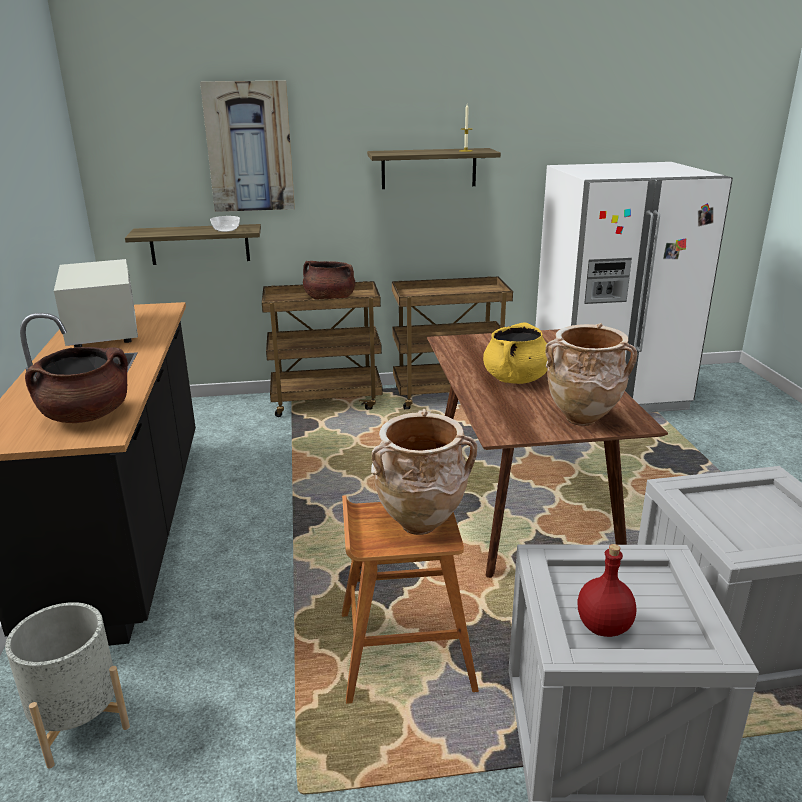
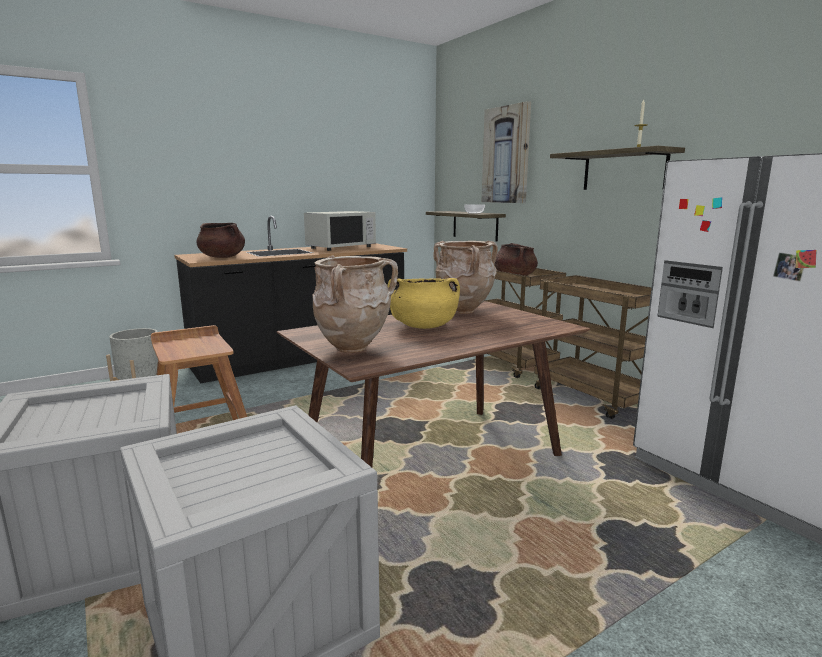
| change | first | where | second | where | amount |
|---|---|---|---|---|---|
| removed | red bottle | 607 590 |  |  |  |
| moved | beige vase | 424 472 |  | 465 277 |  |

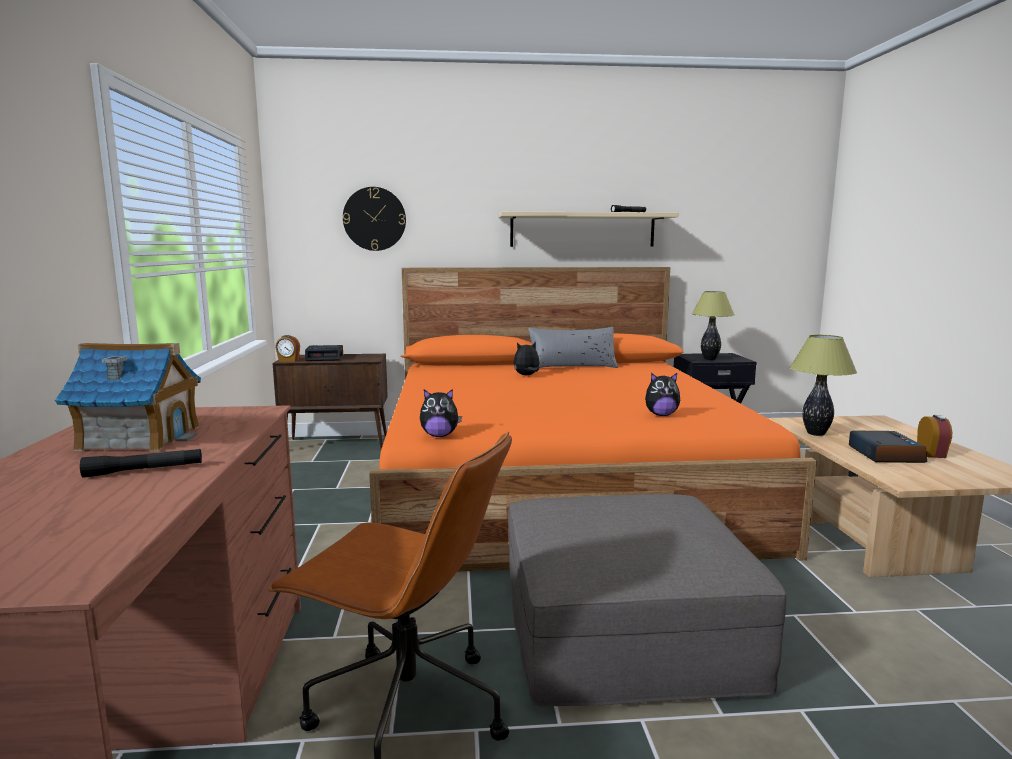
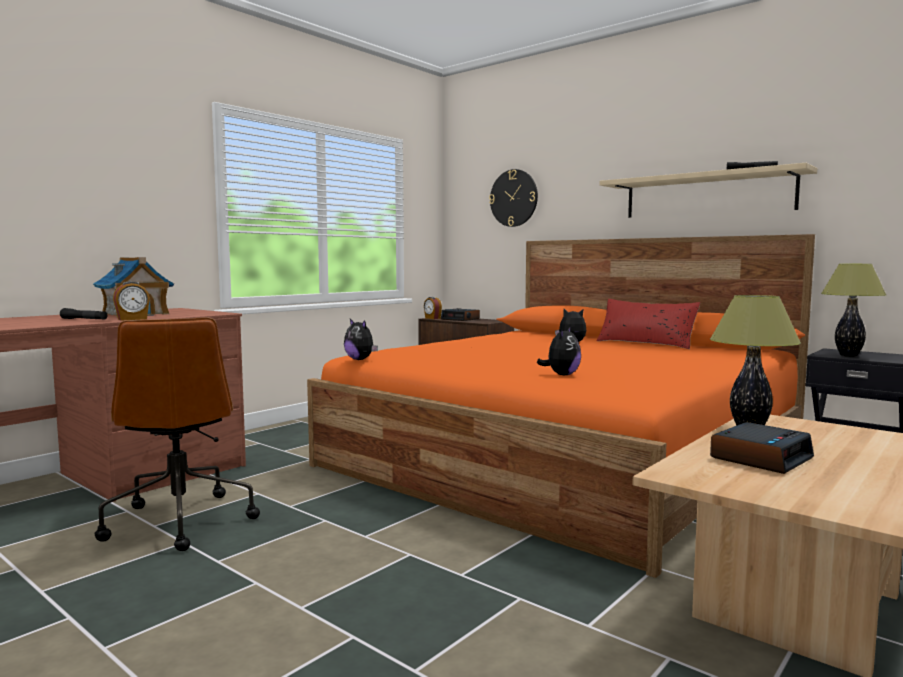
| change | first | where | second | where | amount |
|---|---|---|---|---|---|
| removed | grey ottoman | 648 600 |  |  |  |
| moved | alarm clock | 934 436 |  | 131 301 |  |
| recoloured | grey pillow | 573 347 | red pillow | 648 324 |  |
| turned | plush toy | 662 394 |  | 559 351 | 105 degrees counterclockwise |

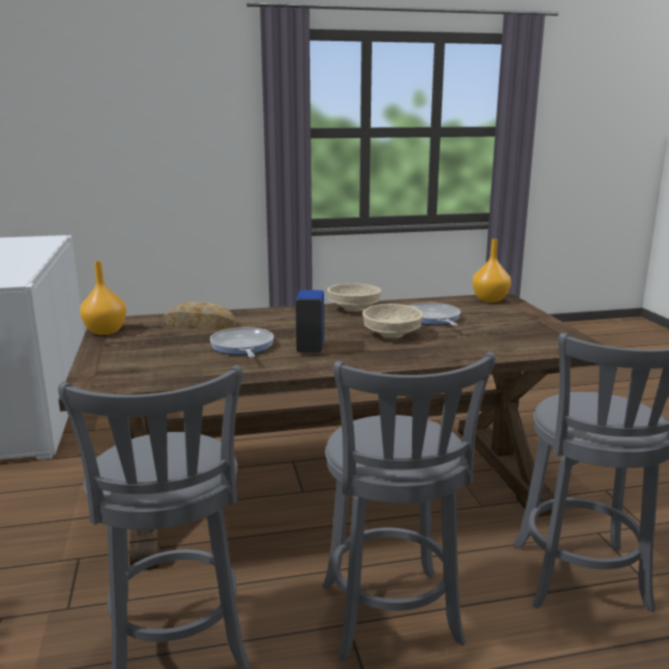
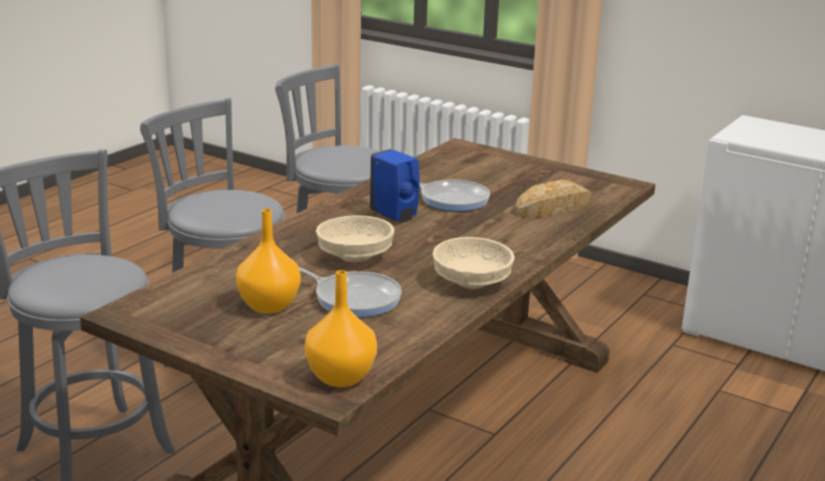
| change | first | where | second | where | amount |
|---|---|---|---|---|---|
| moved | orange vase | 103 298 |  | 268 261 |  |

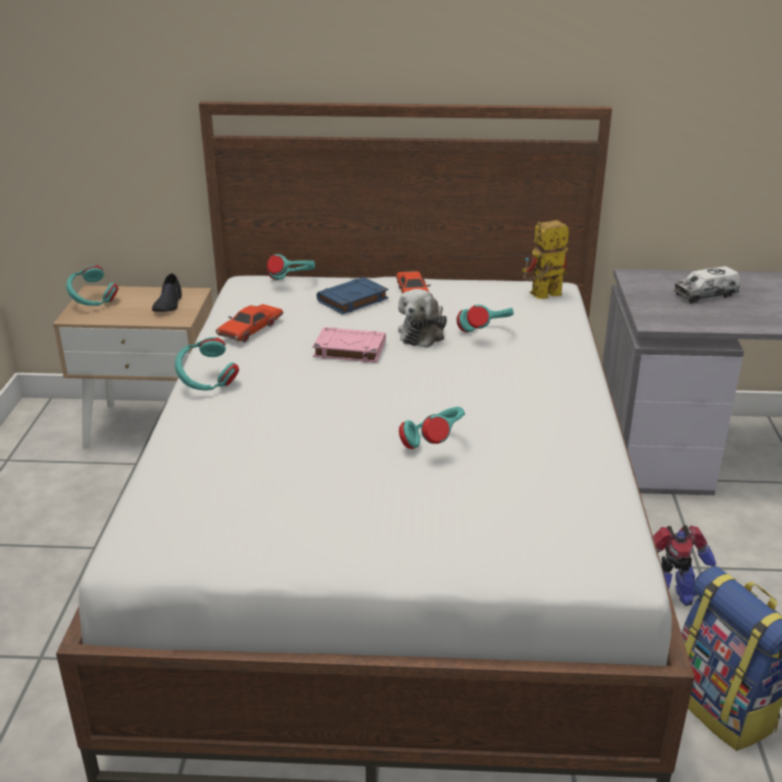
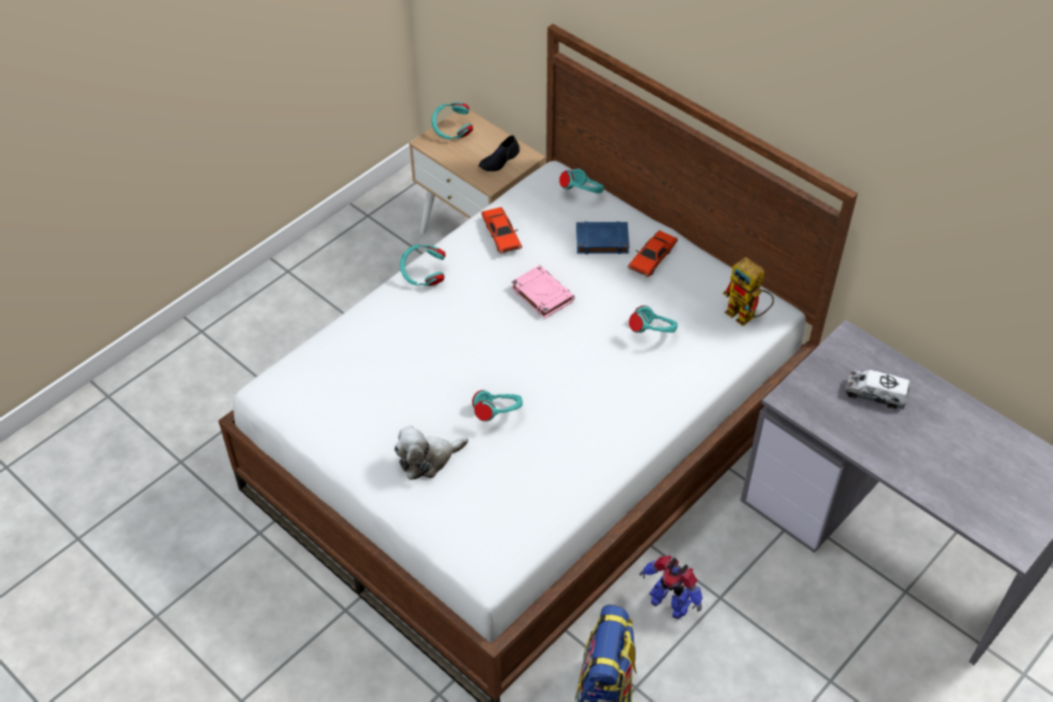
| change | first | where | second | where | amount |
|---|---|---|---|---|---|
| moved | plush toy | 422 318 |  | 431 452 |  |
| turned | red toy car | 249 323 |  | 501 230 | 90 degrees counterclockwise |
| turned | toy robot | 545 259 |  | 748 291 | 150 degrees counterclockwise |

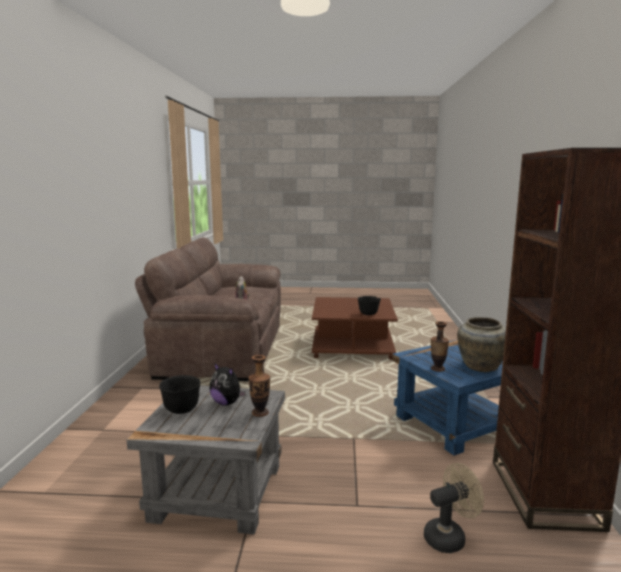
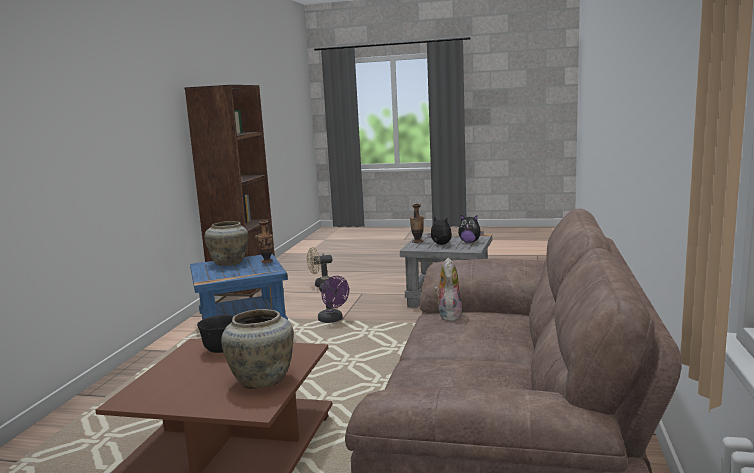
| change | first | where | second | where | amount |
|---|---|---|---|---|---|
| added |  |  | beige vase | 257 349 |  |
| added |  |  | purple fan | 333 299 |  |
| replaced | black bowl | 179 394 | plush toy | 471 229 |  |

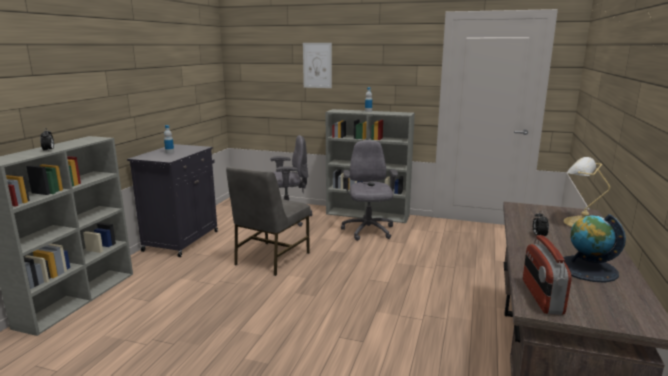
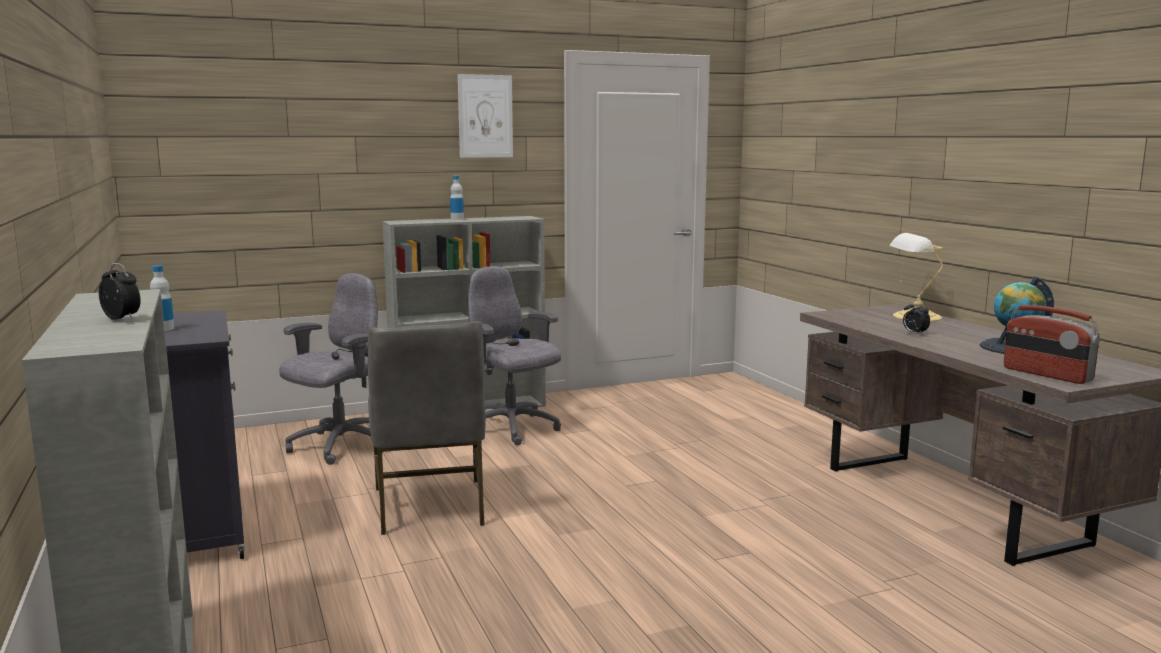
| change | first | where | second | where | amount |
|---|---|---|---|---|---|
| moved | picture | 317 65 |  | 485 116 |  |

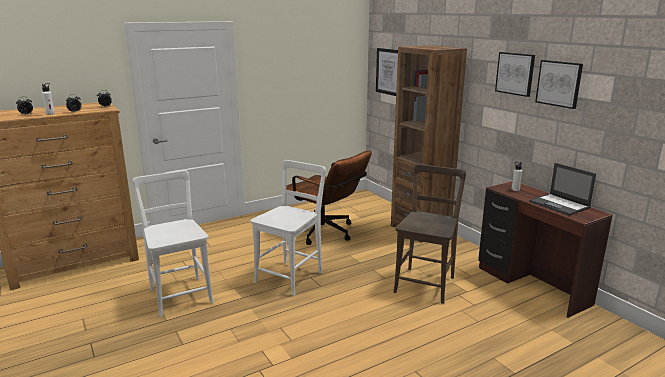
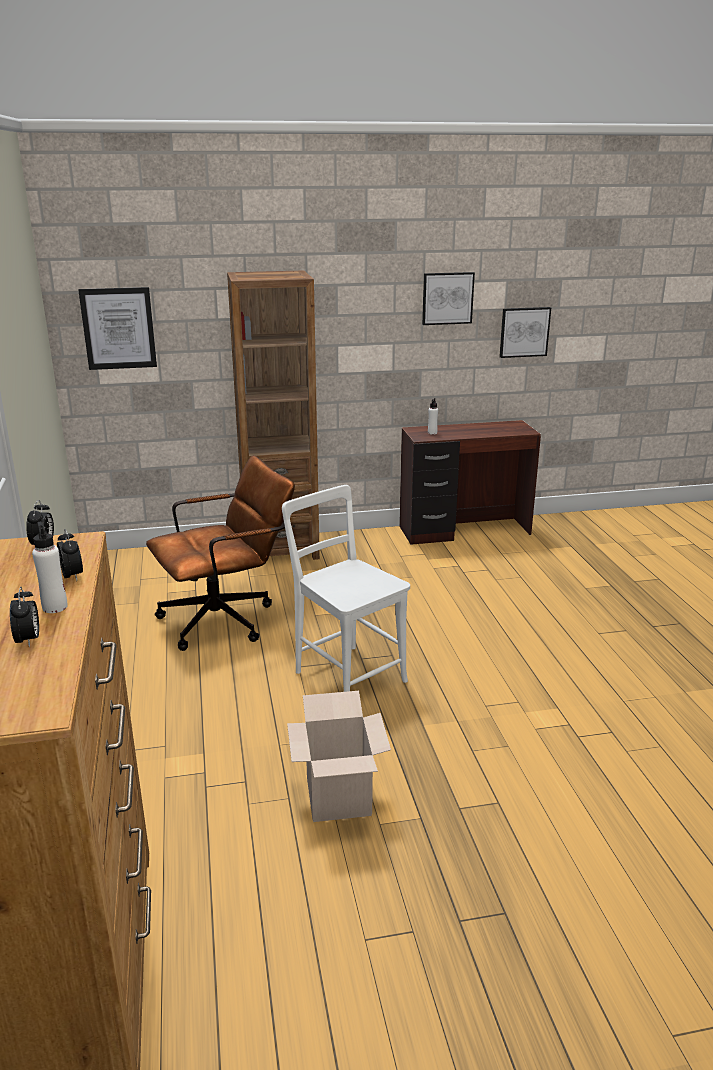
| change | first | where | second | where | amount |
|---|---|---|---|---|---|
| removed | brown chair | 429 234 |  |  |  |
| removed | laptop | 563 189 |  |  |  |
| moved | picture | 515 74 |  | 525 332 |  |
| replaced | white chair | 173 243 | cardboard box | 339 756 |  |

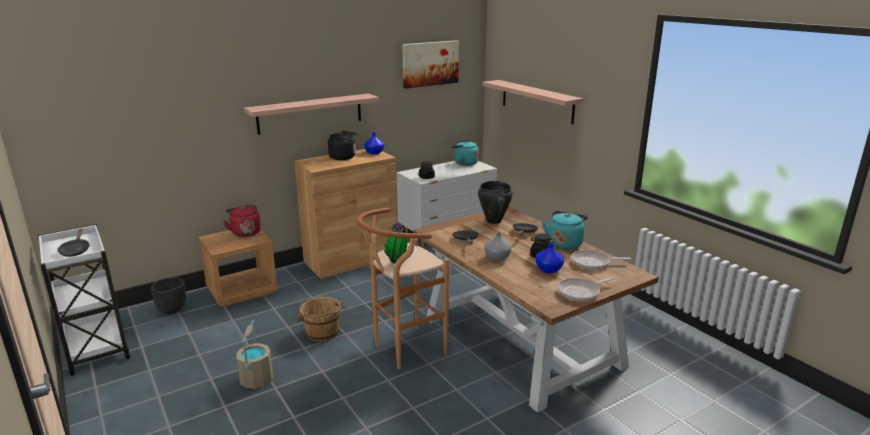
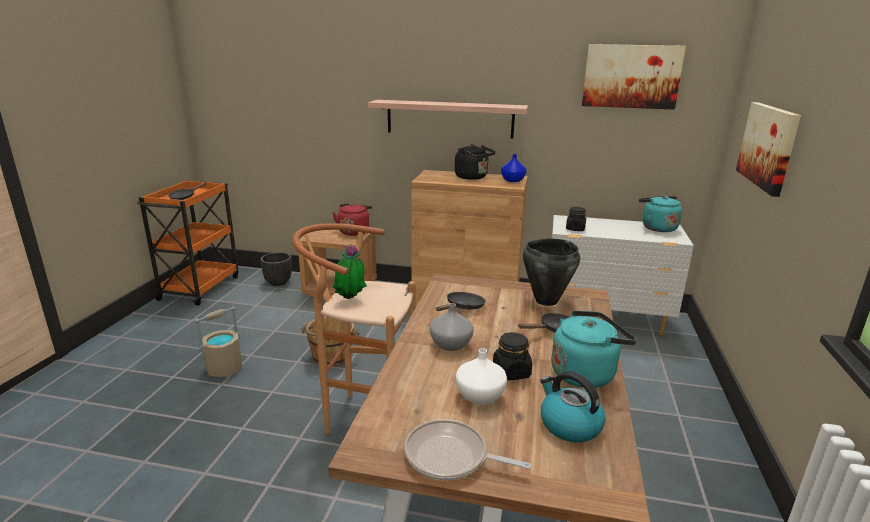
| change | first | where | second | where | amount |
|---|---|---|---|---|---|
| replaced | shelf | 532 102 | picture | 768 149 |  |
| replaced | frying pan | 601 260 | kettle | 573 406 |  |
| recoloured | white cart | 84 300 | orange cart | 188 243 |  |
| recoloured | blue vase | 549 257 | white vase | 481 376 |  |

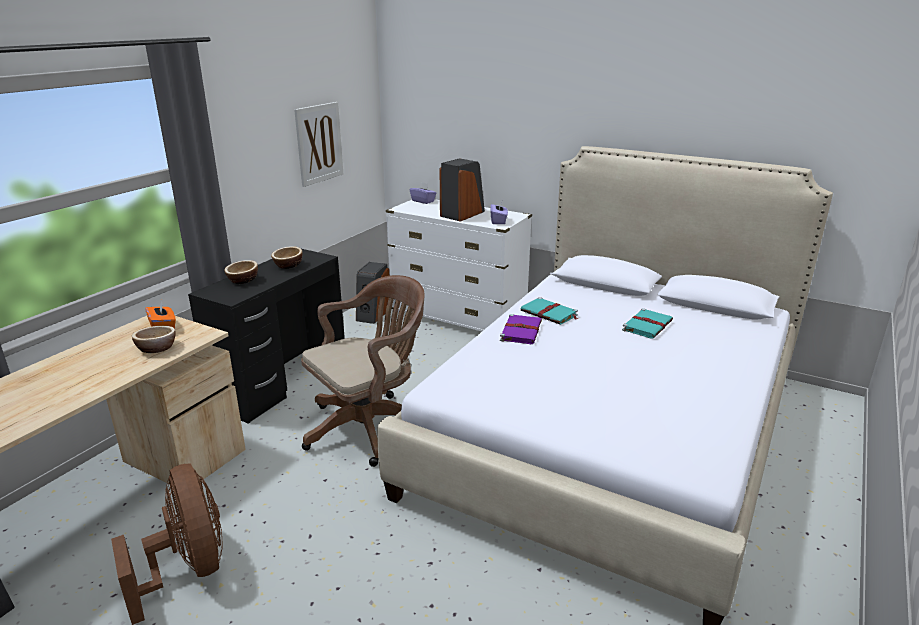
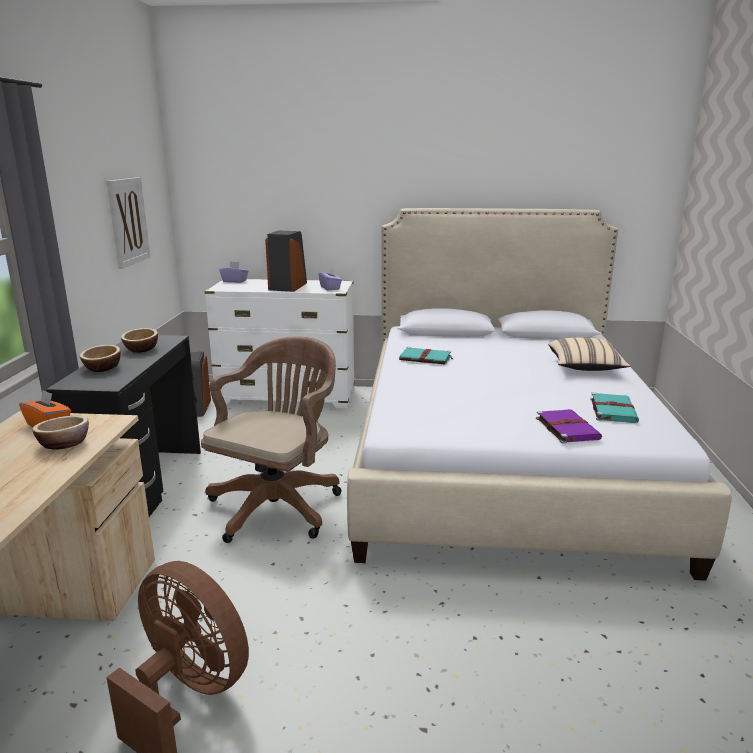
| change | first | where | second | where | amount |
|---|---|---|---|---|---|
| added |  |  | beige pillow | 589 354 |  |
| moved | purple book | 521 329 |  | 569 426 |  |
| moved | turquoise book | 647 323 |  | 614 408 |  |

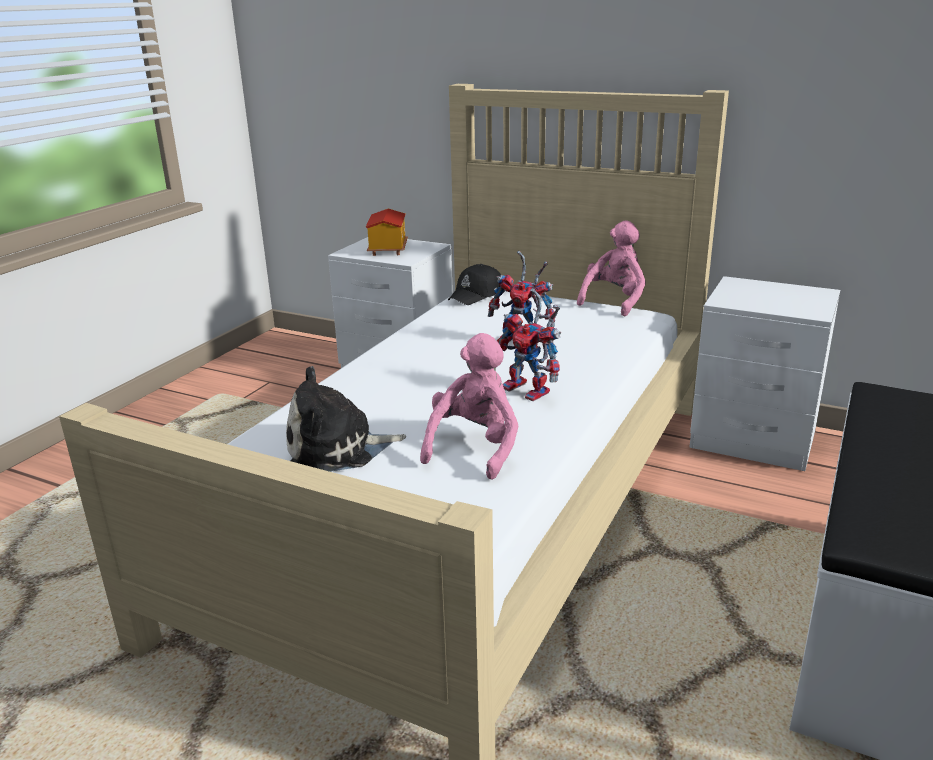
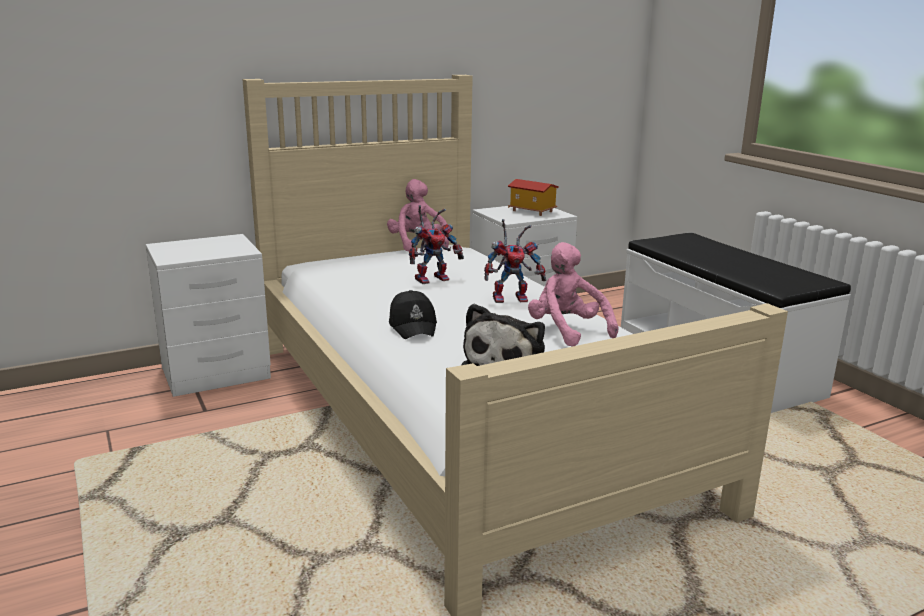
| change | first | where | second | where | amount |
|---|---|---|---|---|---|
| moved | toy house | 387 232 |  | 533 197 |  |
| moved | black cap | 474 284 |  | 413 314 |  |

